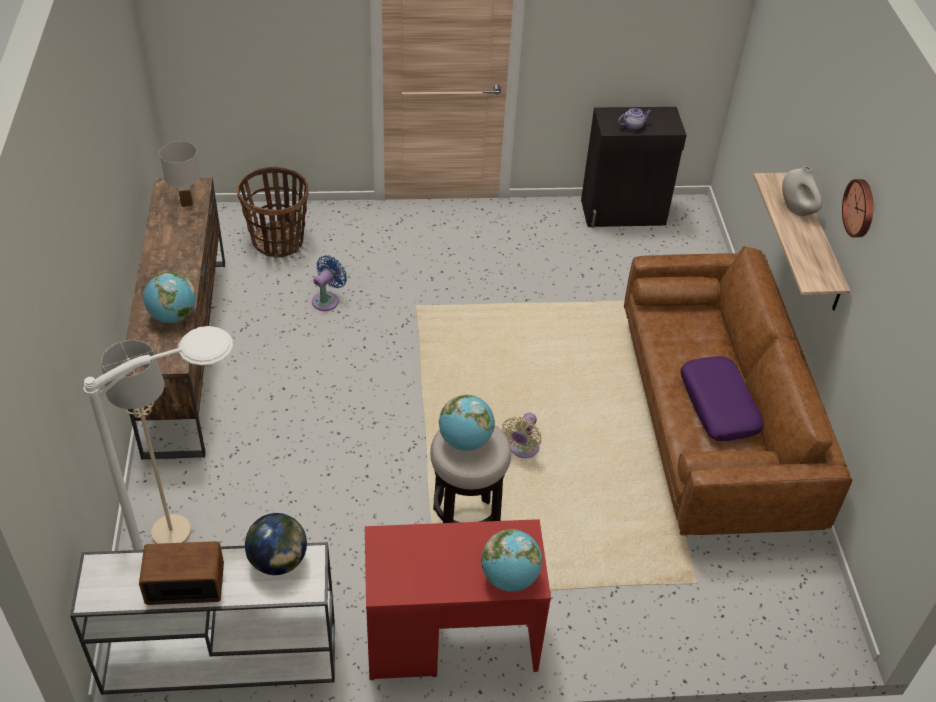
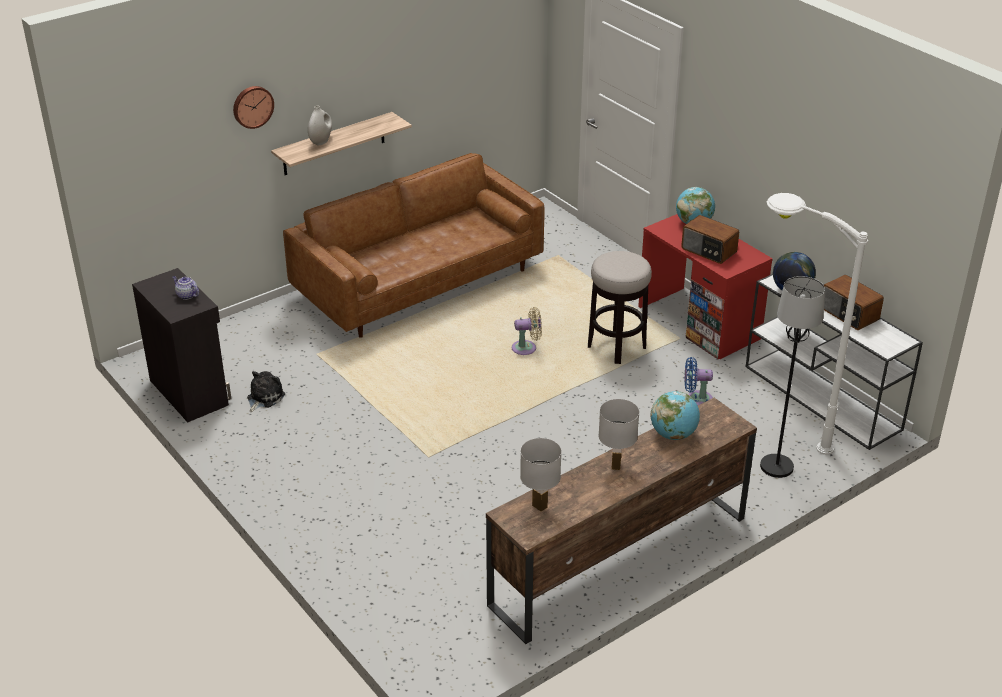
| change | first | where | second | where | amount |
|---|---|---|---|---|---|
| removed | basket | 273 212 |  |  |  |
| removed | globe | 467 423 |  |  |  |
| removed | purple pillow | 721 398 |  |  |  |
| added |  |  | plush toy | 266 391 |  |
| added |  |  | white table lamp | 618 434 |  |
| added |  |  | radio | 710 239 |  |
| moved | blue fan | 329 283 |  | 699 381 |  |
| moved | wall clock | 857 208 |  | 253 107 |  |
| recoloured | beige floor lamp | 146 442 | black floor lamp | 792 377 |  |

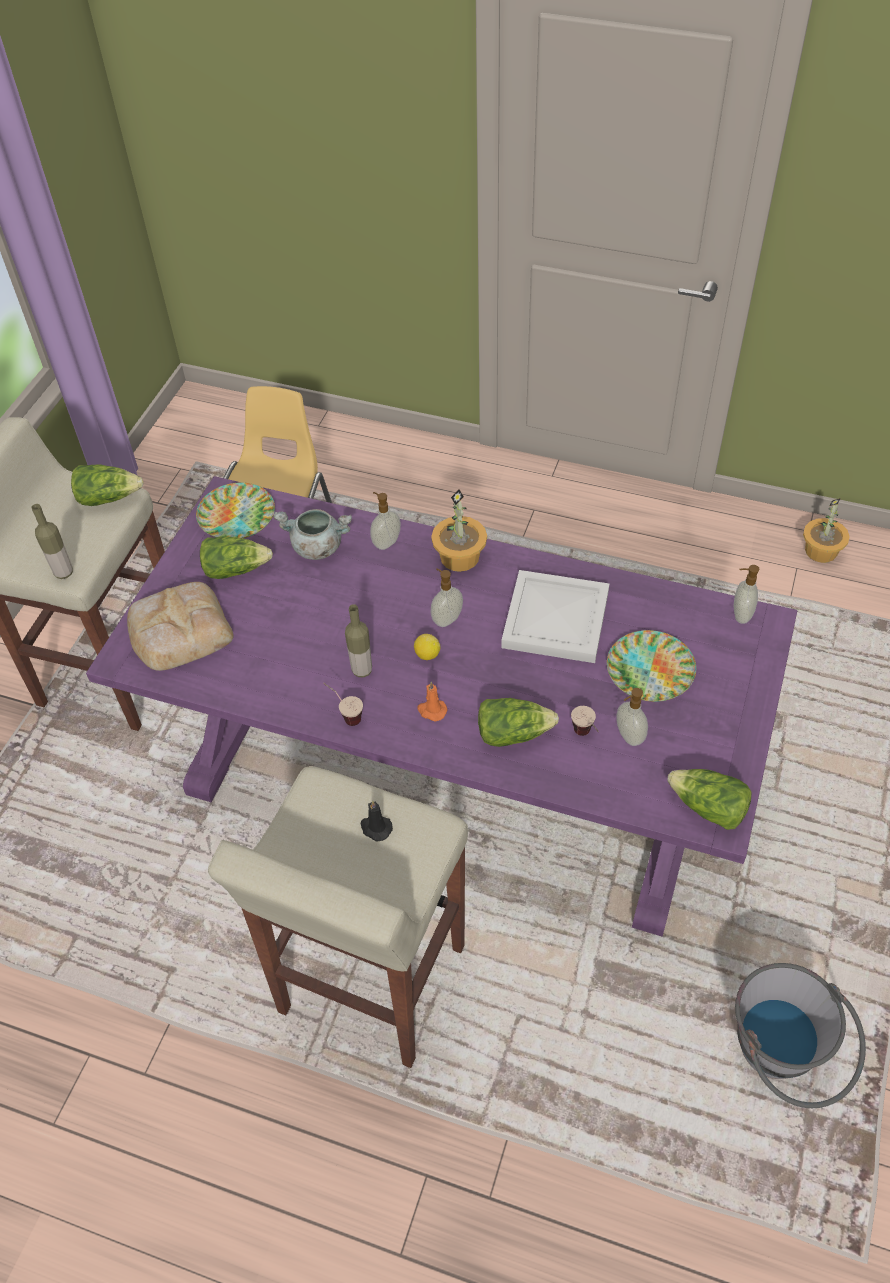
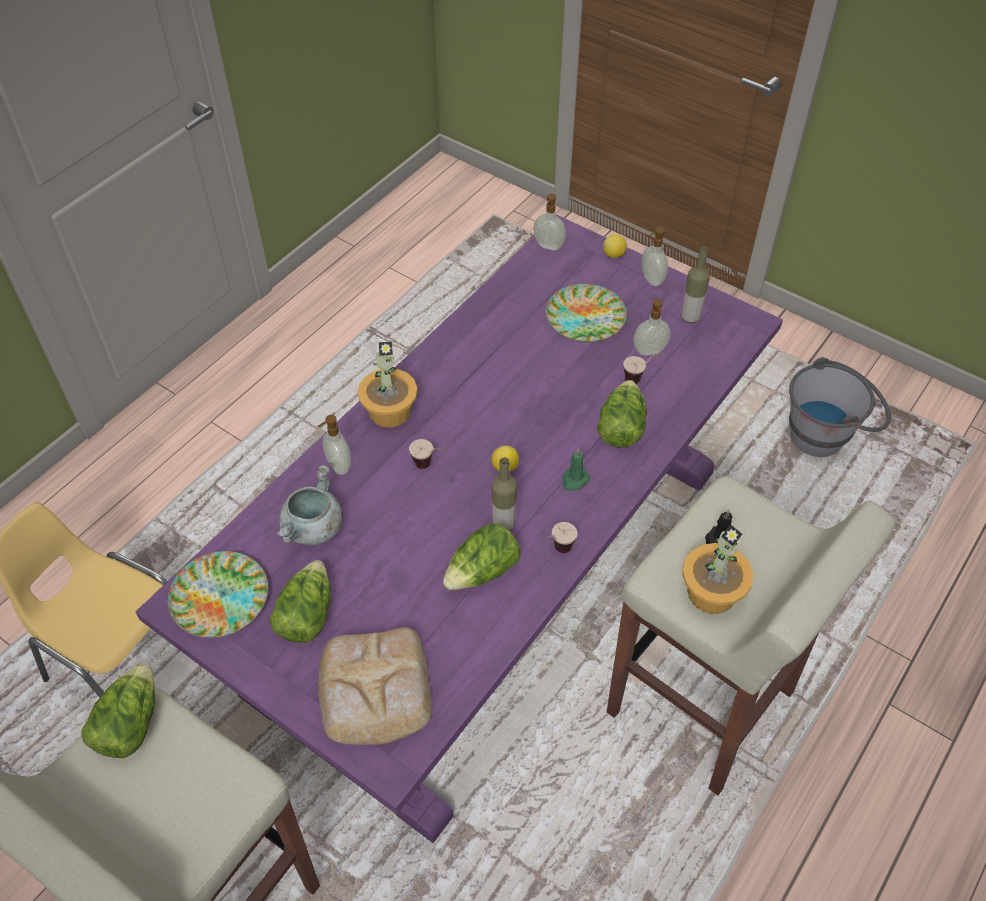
| change | first | where | second | where | amount |
|---|---|---|---|---|---|
| removed | white tray | 555 616 |  |  |  |
| added |  |  | cup | 428 454 |  |
| added |  |  | lemon | 615 246 |  |
| moved | bottle | 52 541 |  | 695 285 |  |
| moved | soap dispenser | 447 597 |  | 655 256 |  |
| moved | lettuce | 709 799 |  | 482 556 |  |
| moved | potted plant | 826 530 |  | 717 569 |  |
| recoloured | orange candle | 432 701 | green candle | 576 469 |  |

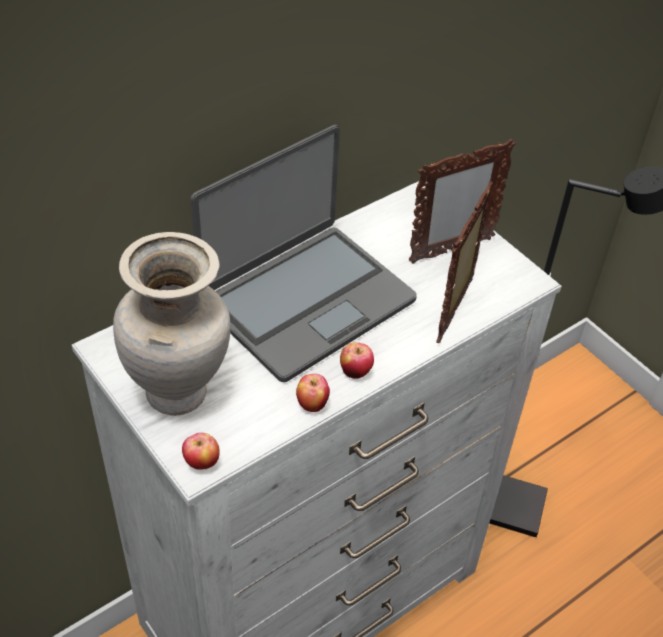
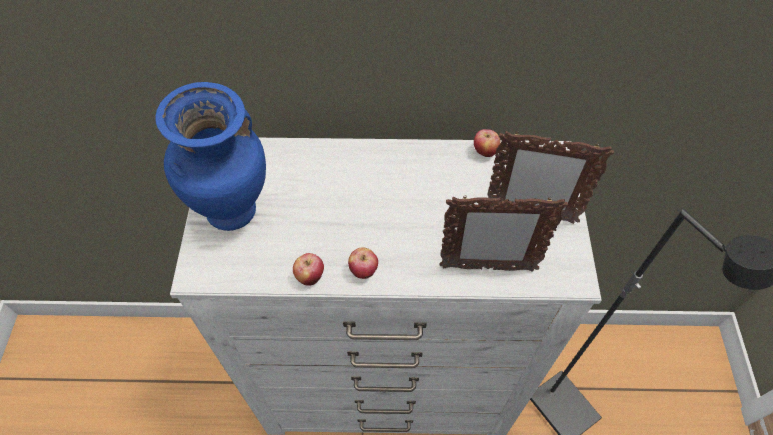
| change | first | where | second | where | amount |
|---|---|---|---|---|---|
| removed | laptop | 303 253 |  |  |  |
| moved | apple | 201 451 |  | 487 143 |  |
| recoloured | beige vase | 172 324 | blue vase | 210 156 |  |
| turned | picture frame | 464 262 |  | 504 233 | 150 degrees counterclockwise |

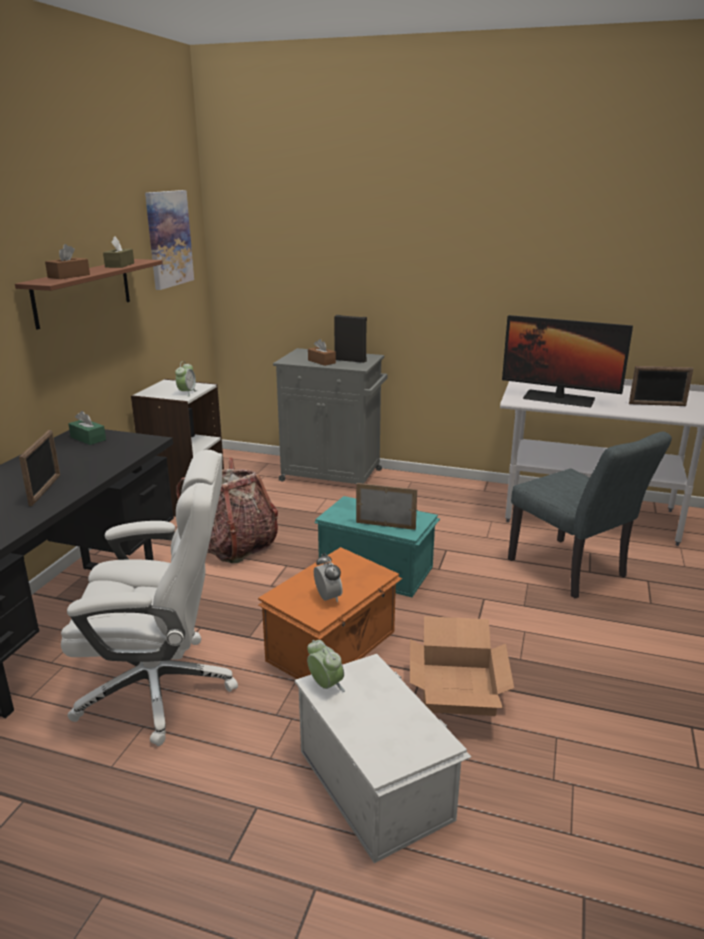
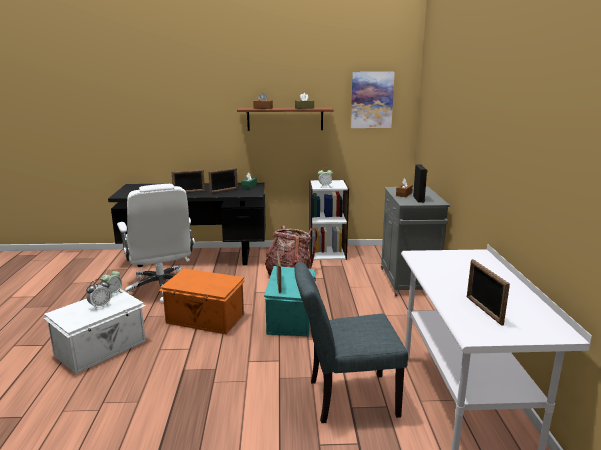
| change | first | where | second | where | amount |
|---|---|---|---|---|---|
| removed | cardboard box | 462 666 |  |  |  |
| removed | monitor | 567 361 |  |  |  |
| added |  |  | picture frame | 223 181 |  |
| moved | alarm clock | 328 577 |  | 98 294 |  |
| turned | grey chair | 590 515 |  | 351 342 | 45 degrees clockwise |

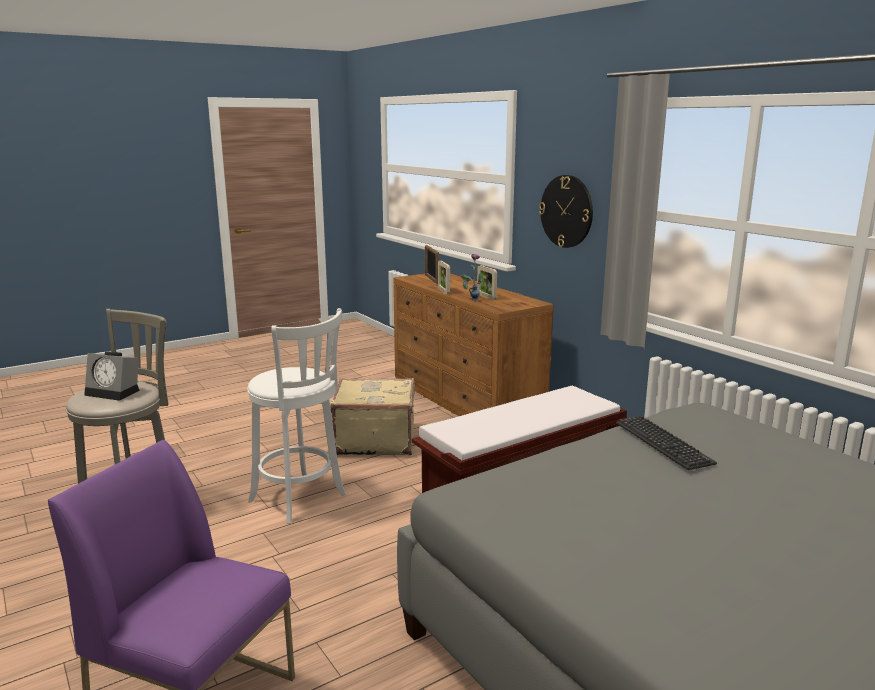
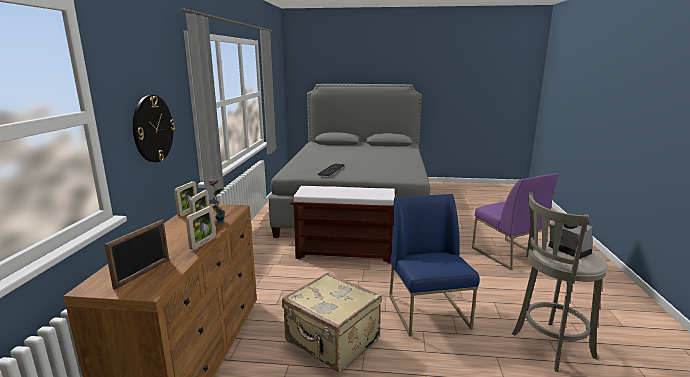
| change | first | where | second | where | amount |
|---|---|---|---|---|---|
| added |  |  | picture frame | 185 199 |  |
| replaced | white stool | 296 416 | blue chair | 434 265 |  |

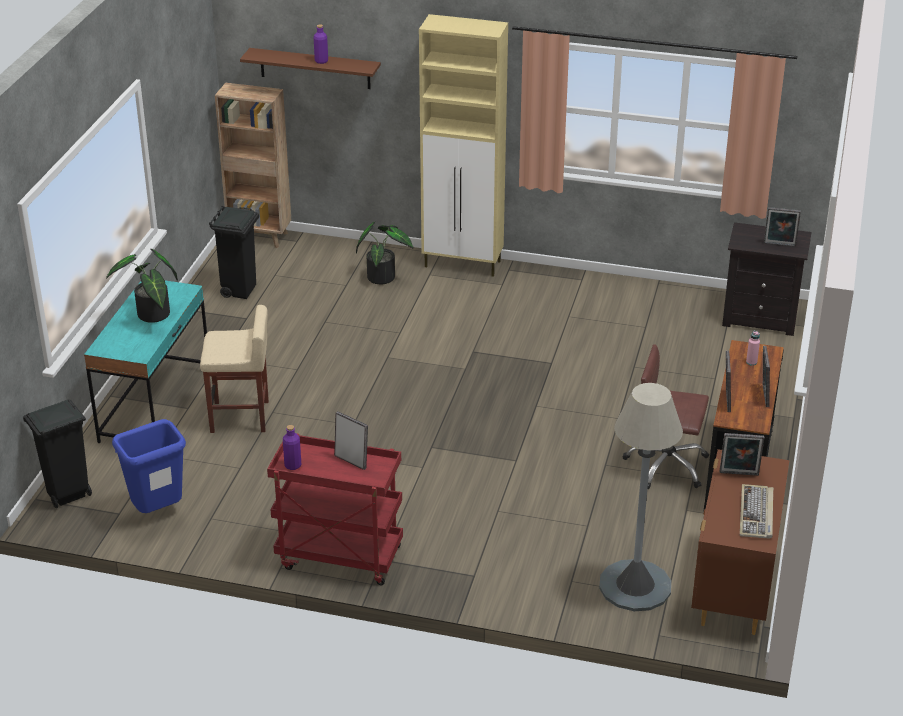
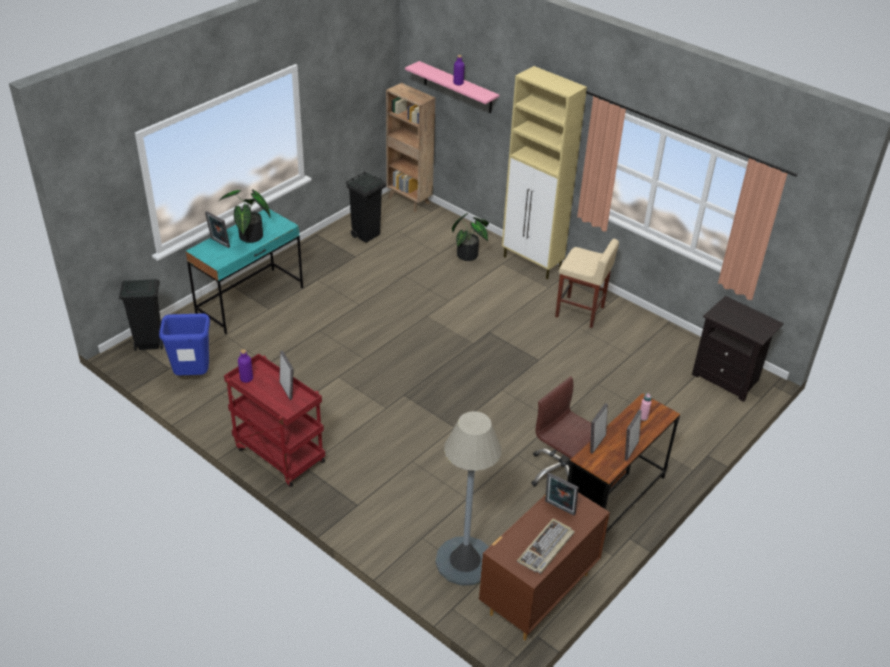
| change | first | where | second | where | amount |
|---|---|---|---|---|---|
| moved | beige stool | 234 369 |  | 587 283 |  |
| moved | picture frame | 782 227 |  | 217 229 |  |
| recoloured | brown shelf | 310 68 | pink shelf | 452 87 |  |

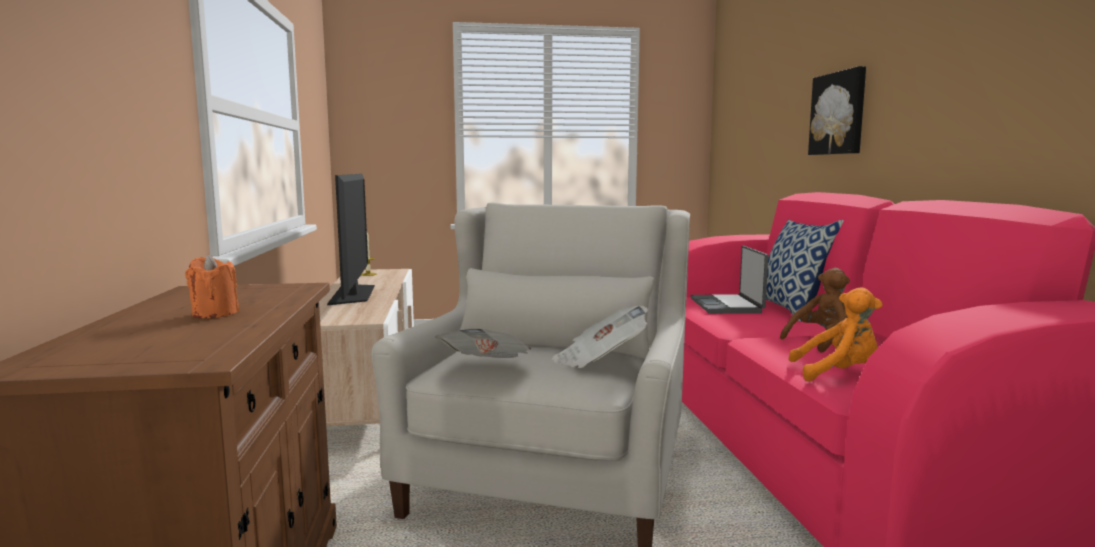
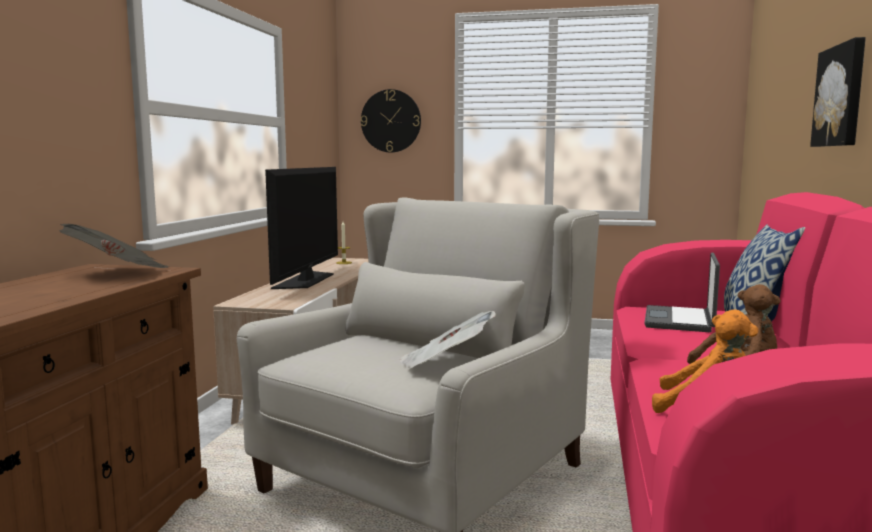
| change | first | where | second | where | amount |
|---|---|---|---|---|---|
| removed | orange candle | 212 286 |  |  |  |
| added |  |  | wall clock | 391 121 |  |
| moved | newspaper | 482 343 |  | 114 246 |  |

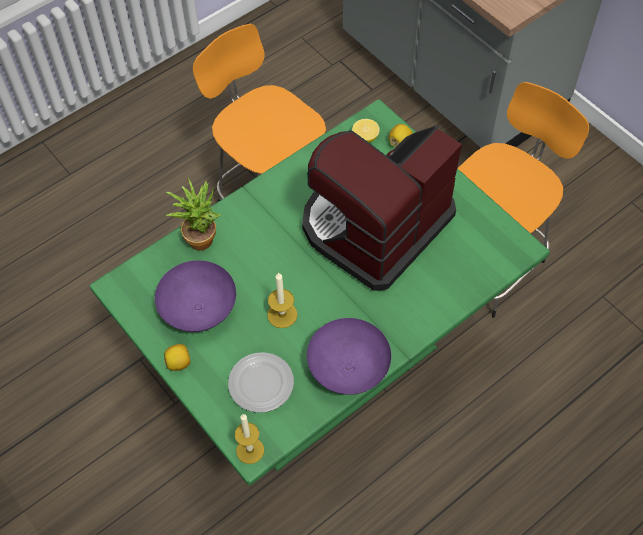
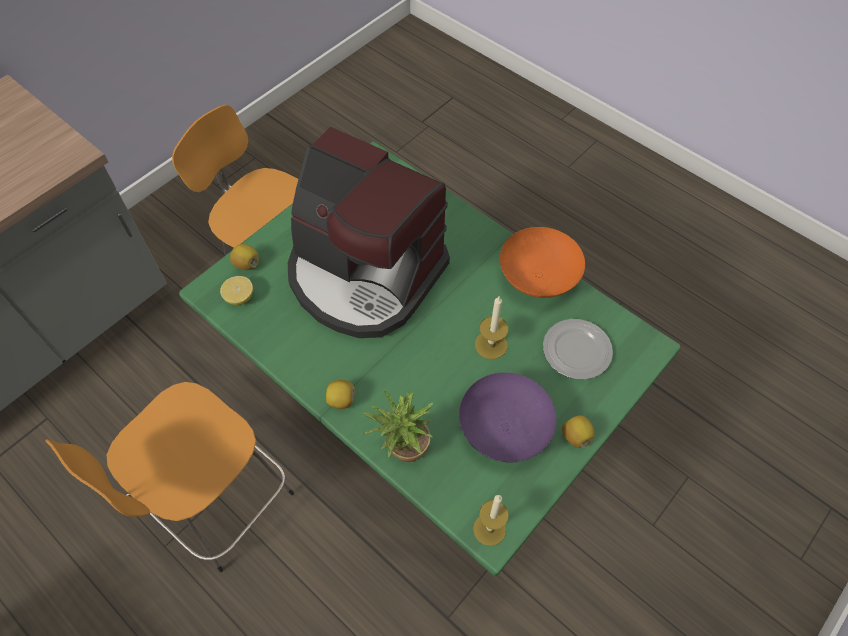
| change | first | where | second | where | amount |
|---|---|---|---|---|---|
| added |  |  | lemon | 340 394 |  |
| moved | candle | 249 439 |  | 491 520 |  |
| recoloured | purple bowl | 349 356 | orange bowl | 542 262 |  |

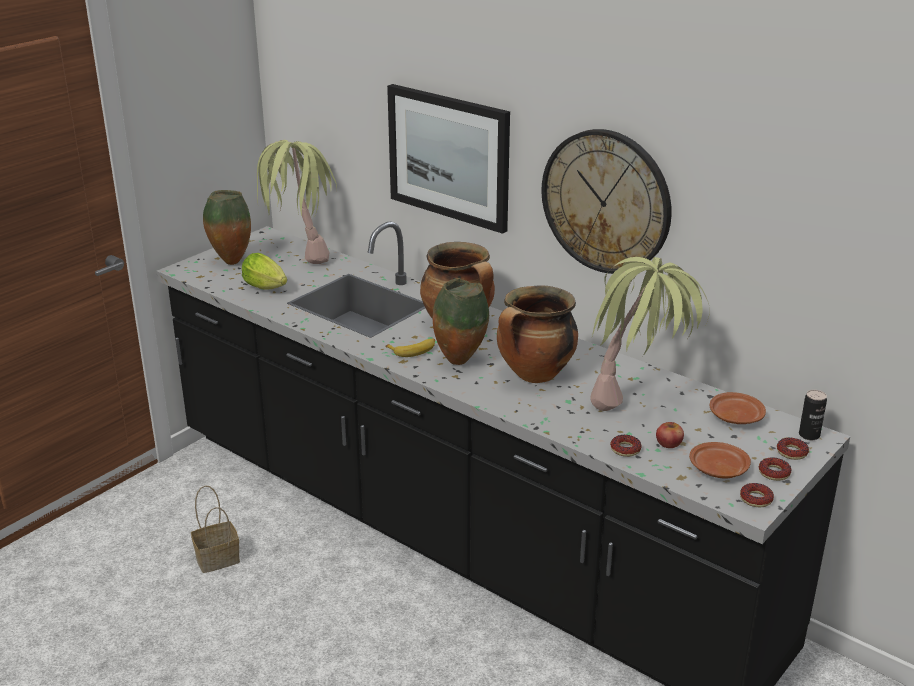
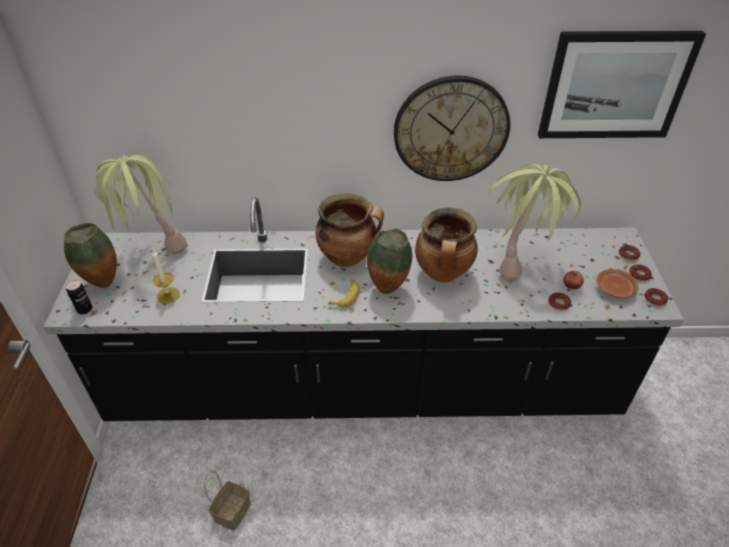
| change | first | where | second | where | amount |
|---|---|---|---|---|---|
| removed | brown plate | 738 408 |  |  |  |
| moved | picture | 448 159 |  | 622 84 |  |
| moved | can | 813 415 |  | 79 297 |  |
| replaced | lettuce | 264 271 | candle | 166 276 |  |

